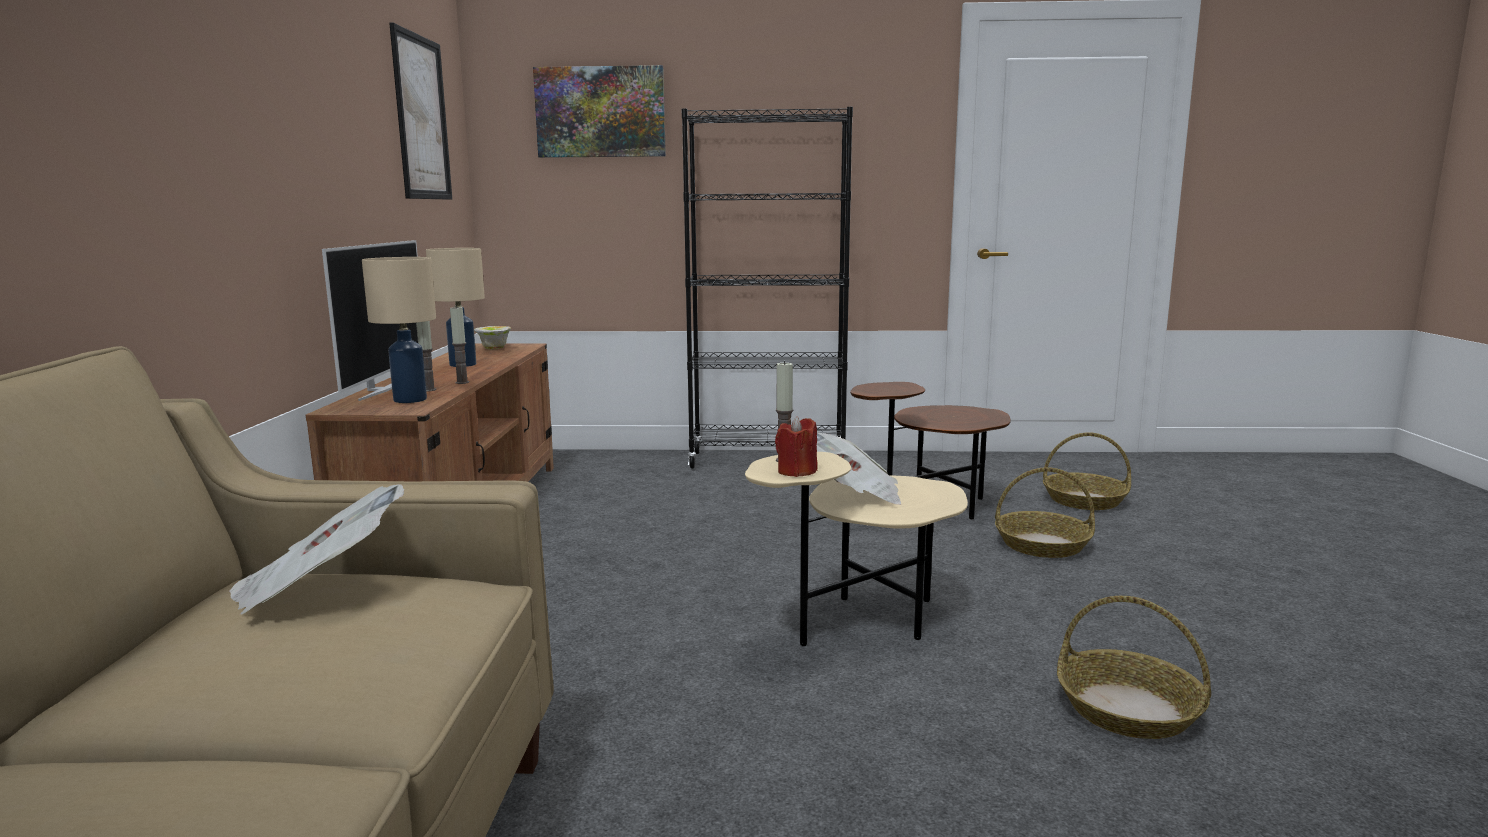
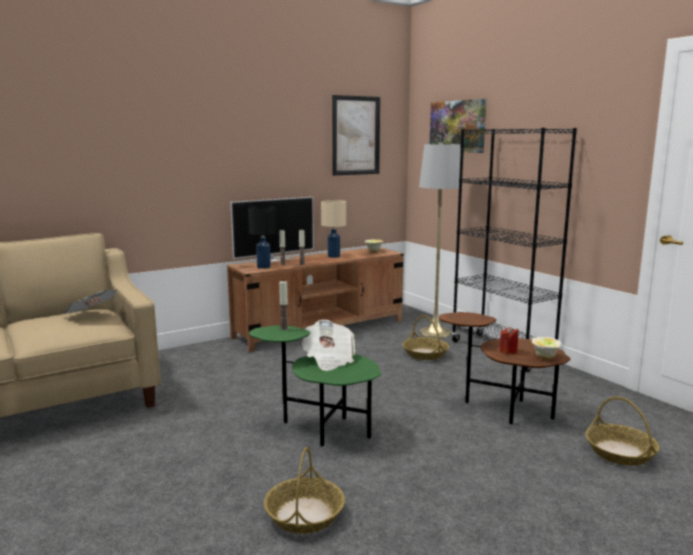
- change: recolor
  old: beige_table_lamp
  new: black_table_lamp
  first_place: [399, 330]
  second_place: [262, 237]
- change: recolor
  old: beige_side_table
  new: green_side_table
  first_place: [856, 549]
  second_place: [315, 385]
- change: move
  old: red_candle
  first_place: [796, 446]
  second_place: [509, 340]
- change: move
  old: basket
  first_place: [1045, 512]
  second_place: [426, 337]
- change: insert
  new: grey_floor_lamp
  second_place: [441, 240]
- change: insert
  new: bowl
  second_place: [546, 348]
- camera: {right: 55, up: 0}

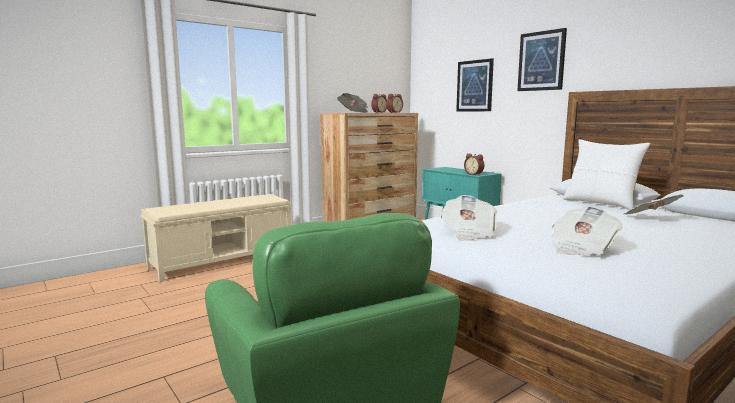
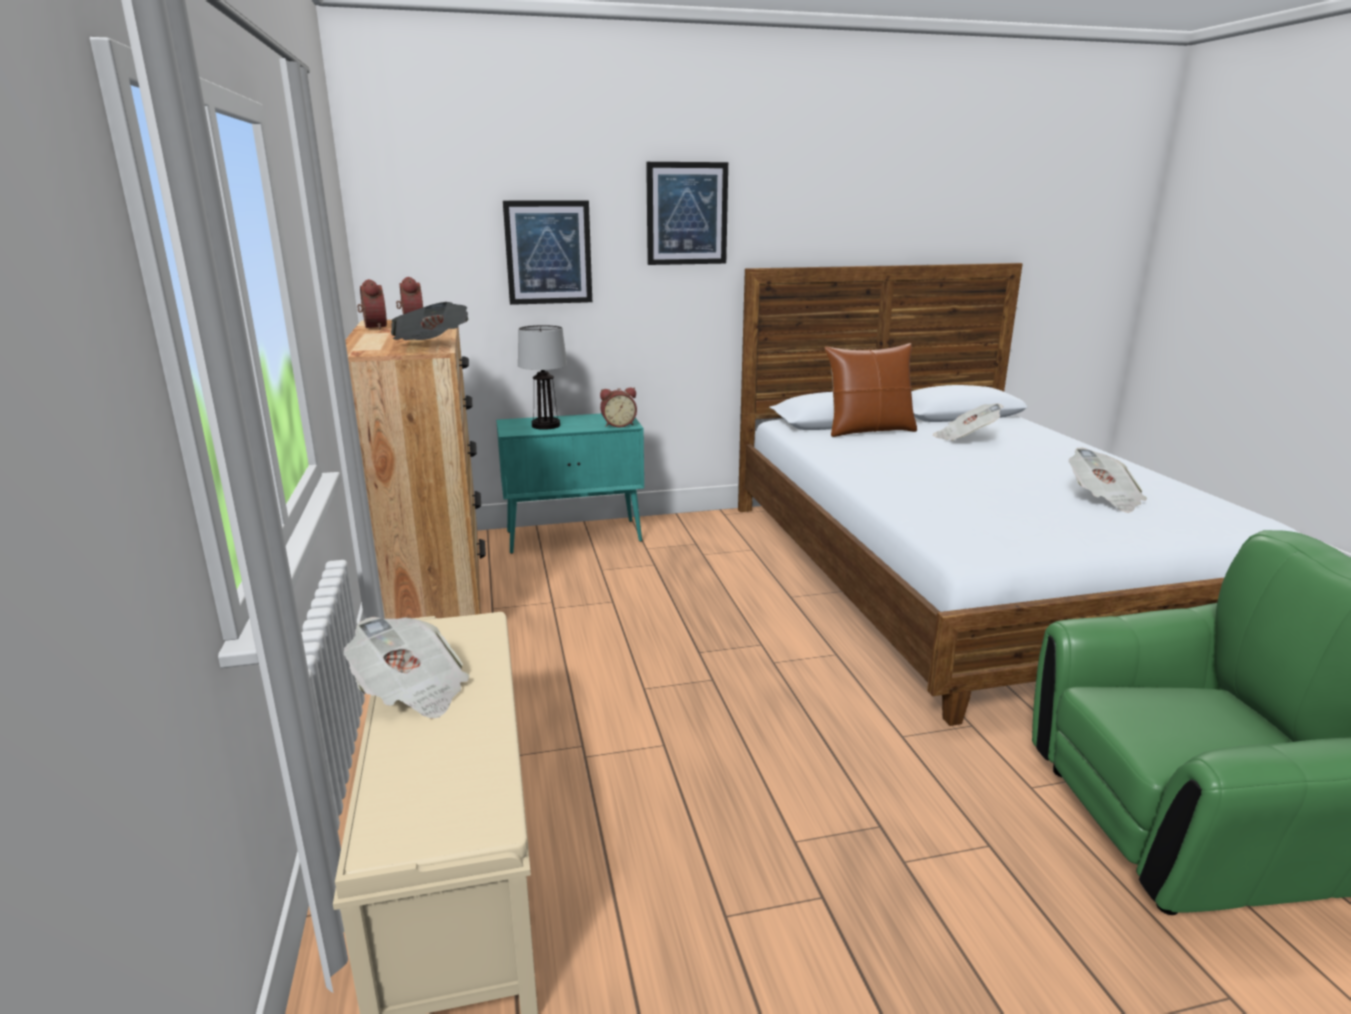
- change: move
  old: newspaper
  first_place: [468, 218]
  second_place: [407, 667]
- change: recolor
  old: white_pillow
  new: brown_pillow
  first_place: [606, 174]
  second_place: [871, 390]
- change: insert
  new: table_lamp
  second_place: [542, 377]
- camera: {right: -65, up: 10}

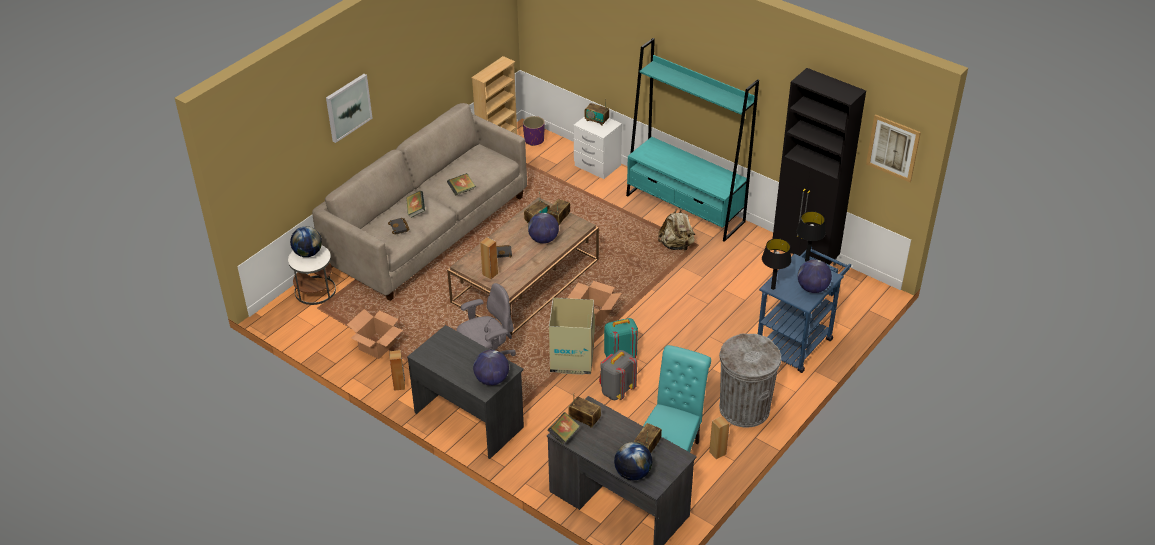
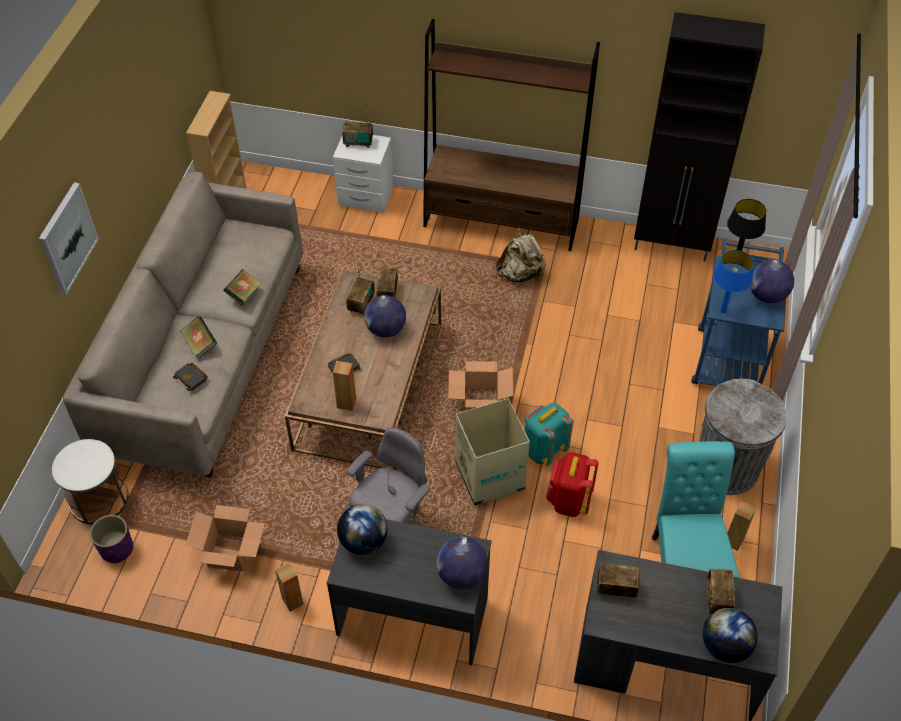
- change: move
  old: globe
  first_place: [306, 241]
  second_place: [362, 529]
- change: move
  old: purple_planter
  first_place: [534, 131]
  second_place: [111, 539]
- change: delete
  old: book
  first_place: [563, 428]
- change: recolor
  old: grey_backpack
  new: red_backpack
  first_place: [618, 375]
  second_place: [572, 484]
- change: recolor
  old: turquoise_bookcase
  new: brown_bookcase
  first_place: [692, 140]
  second_place: [511, 135]
- change: recolor
  old: black_table_lamp
  new: blue_table_lamp
  first_place: [777, 264]
  second_place: [733, 281]
- change: delete
  old: picture
  first_place: [893, 148]
- camera: {right: -25, up: 10}

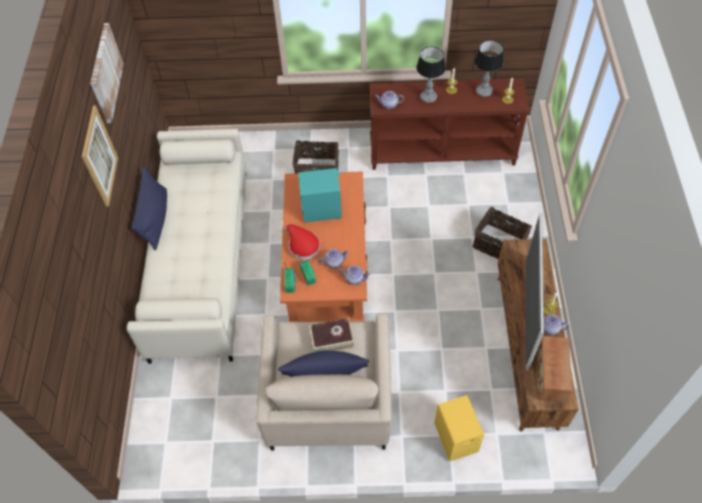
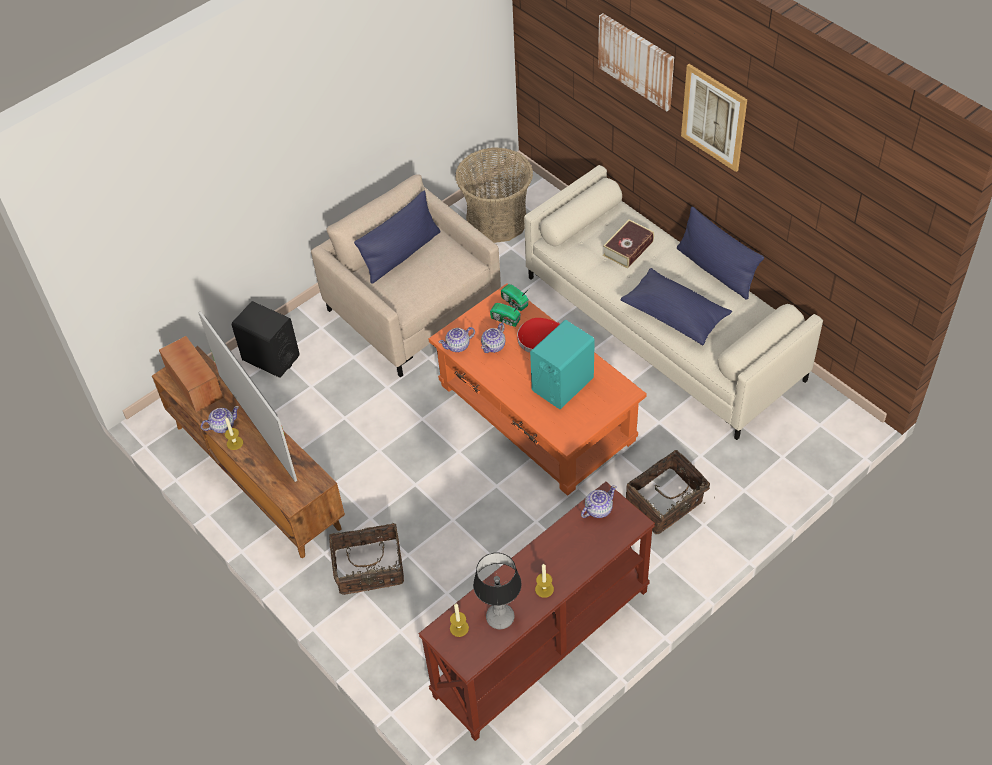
- change: move
  old: picture
  first_place: [107, 73]
  second_place: [636, 62]
- change: move
  old: book
  first_place: [331, 335]
  second_place: [628, 244]
- change: delete
  old: table_lamp
  first_place: [431, 74]
- change: recolor
  old: yellow_speaker
  new: black_speaker
  first_place: [459, 428]
  second_place: [266, 339]
- change: insert
  new: basket
  second_place: [494, 195]
- change: insert
  new: blue_pillow
  second_place: [676, 306]
- camera: {right: 140, up: -5}

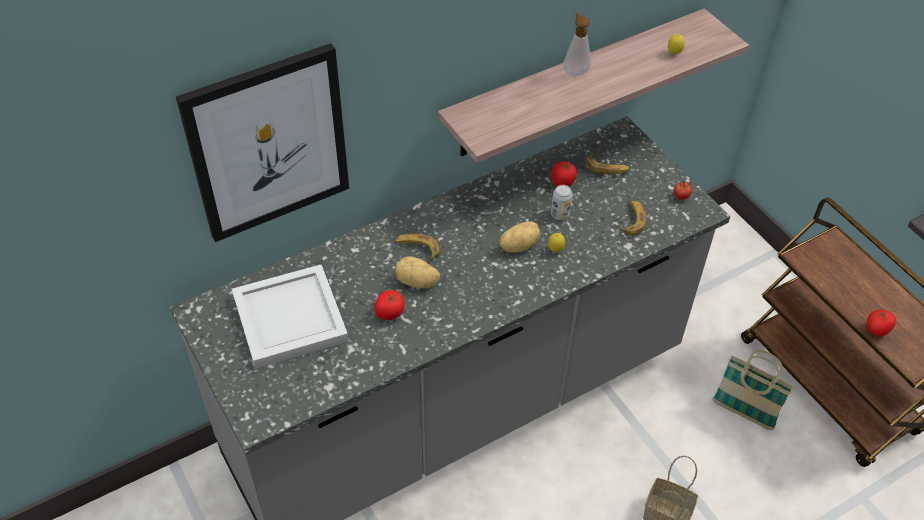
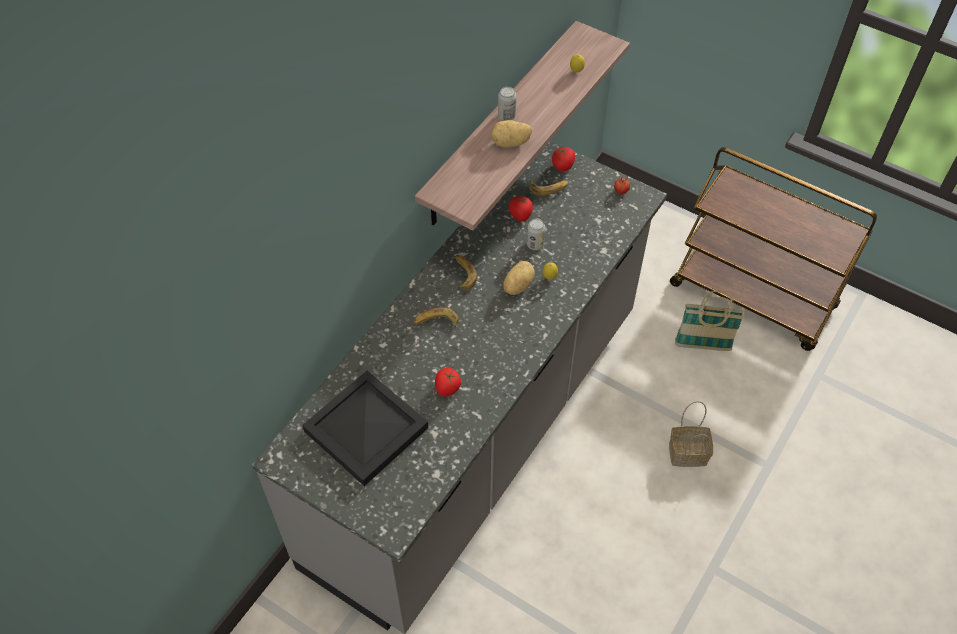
- change: delete
  old: picture
  first_place: [262, 142]
- change: recolor
  old: white_tray
  new: black_tray
  first_place: [290, 317]
  second_place: [365, 428]
- change: move
  old: potato
  first_place: [417, 272]
  second_place: [512, 133]
- change: replace
  old: soap_dispenser
  new: can
  first_place: [577, 44]
  second_place: [507, 104]
- change: move
  old: banana
  first_place: [632, 218]
  second_place: [466, 272]
- change: move
  old: tomato
  first_place: [881, 323]
  second_place: [563, 159]
- camera: {right: -25, up: 5}

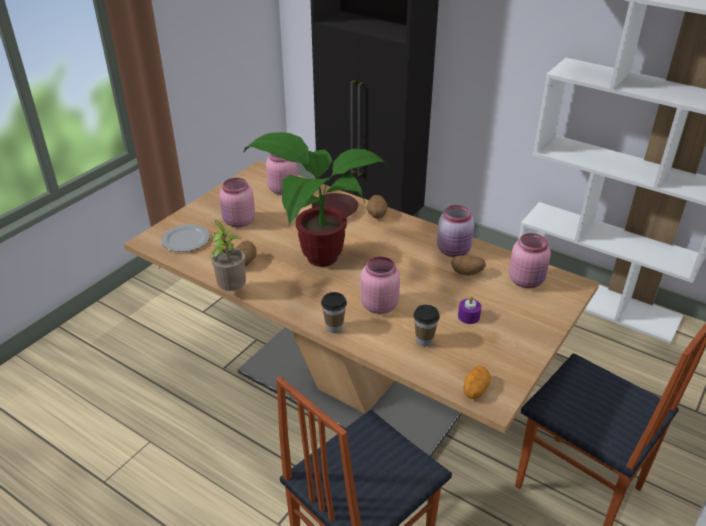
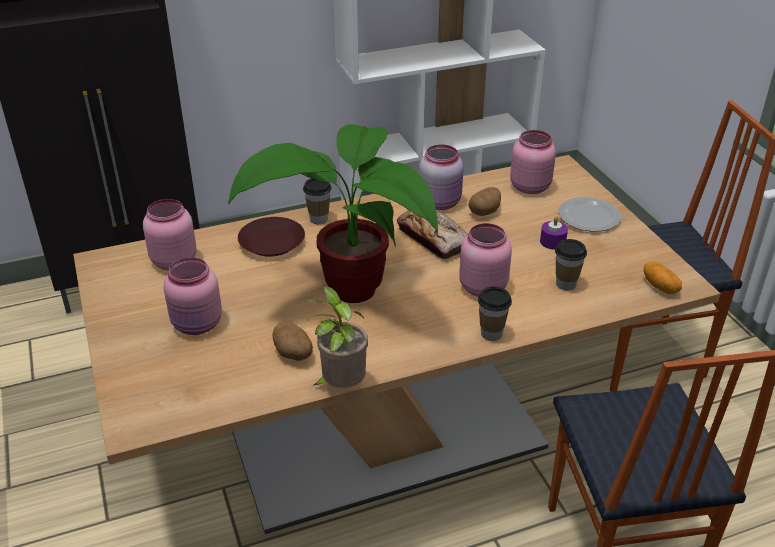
- change: move
  old: plate
  first_place: [185, 238]
  second_place: [589, 214]
- change: replace
  old: potato
  new: cup
  first_place: [377, 207]
  second_place: [317, 201]
- change: insert
  new: bread
  second_place: [432, 234]
- camera: {right: -55, up: 0}

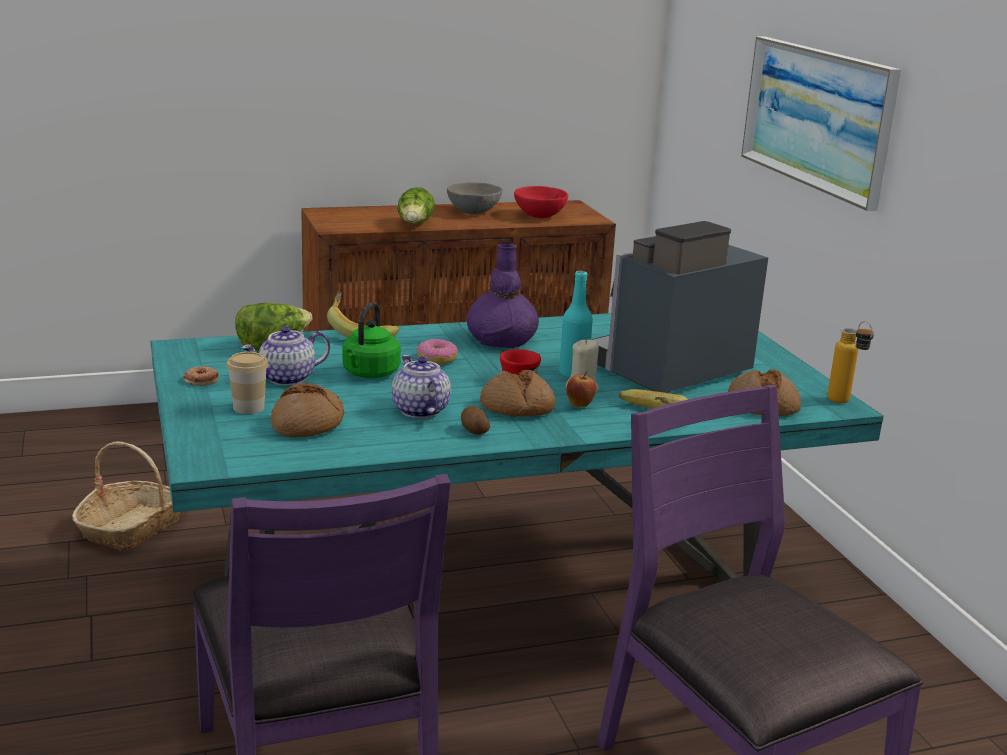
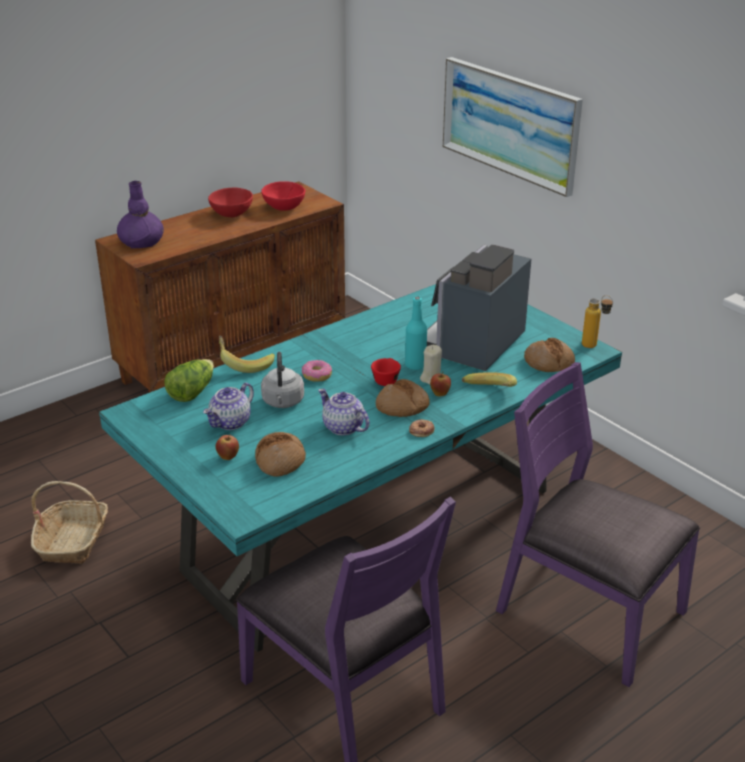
- change: move
  old: donut
  first_place: [201, 376]
  second_place: [421, 428]
- change: replace
  old: cup
  new: apple
  first_place: [247, 383]
  second_place: [227, 447]
- change: recolor
  old: green_kettle
  new: grey_kettle
  first_place: [372, 340]
  second_place: [282, 380]
- change: delete
  old: lettuce
  first_place: [416, 205]
- change: recolor
  old: grey_bowl
  new: red_bowl
  first_place: [474, 198]
  second_place: [230, 202]
- change: delete
  old: potato
  first_place: [475, 420]
- change: move
  old: purple_vase
  first_place: [503, 295]
  second_place: [140, 214]
- camera: {right: -20, up: 10}

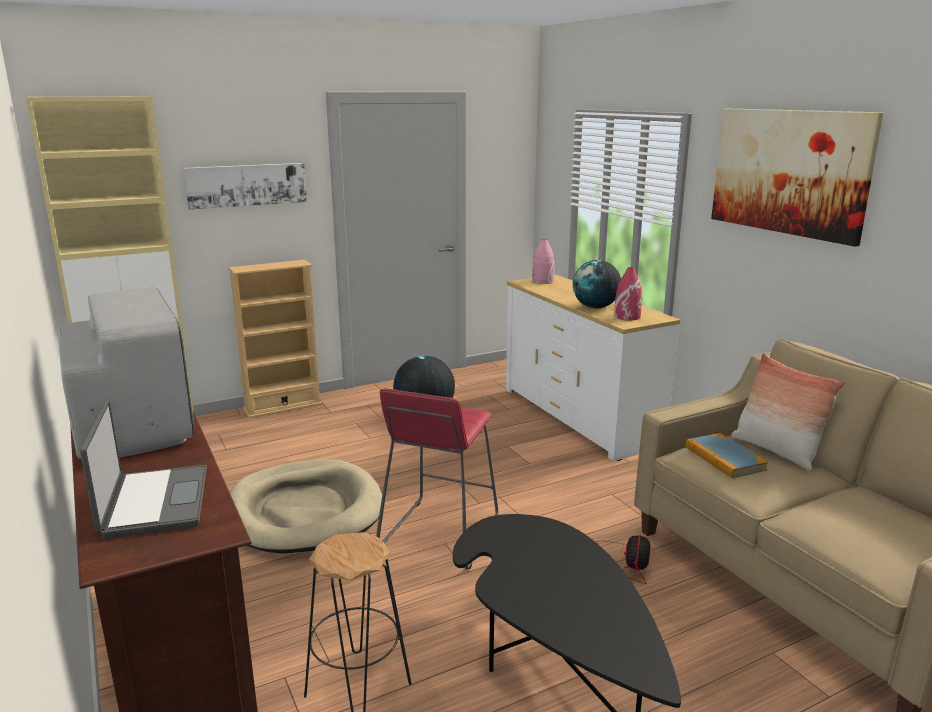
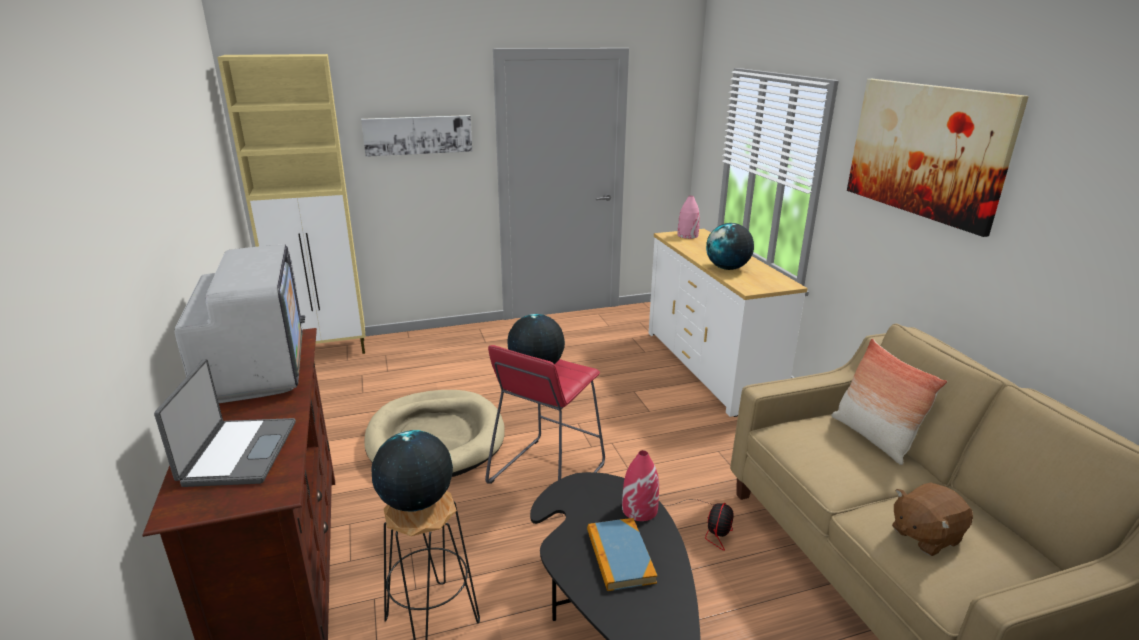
- change: delete
  old: beige_bookcase
  first_place: [275, 339]
- change: move
  old: red_vase
  first_place: [628, 293]
  second_place: [640, 485]
- change: move
  old: book
  first_place: [727, 455]
  second_place: [622, 554]
- change: insert
  new: globe
  second_place: [412, 470]
- change: insert
  new: brown_plush_toy
  second_place: [932, 519]
- camera: {right: 10, up: 5}

